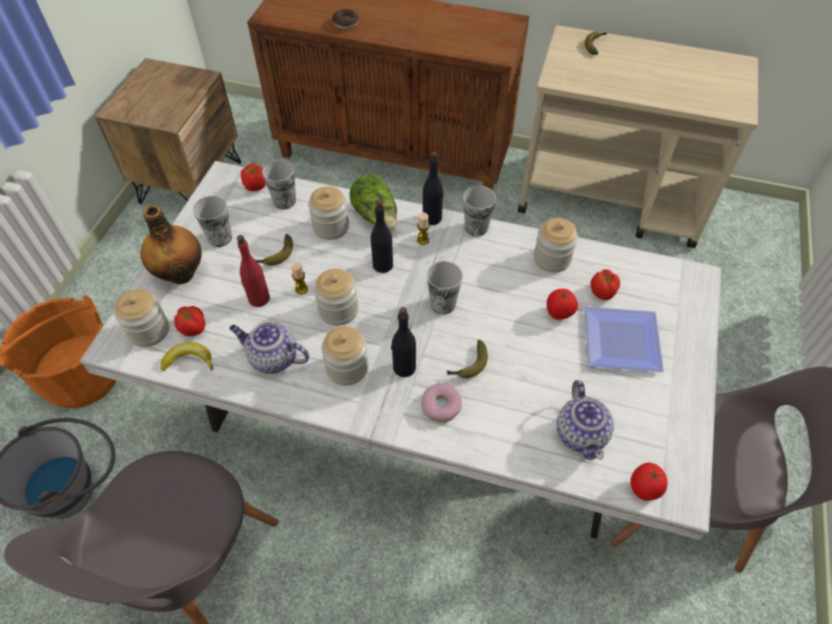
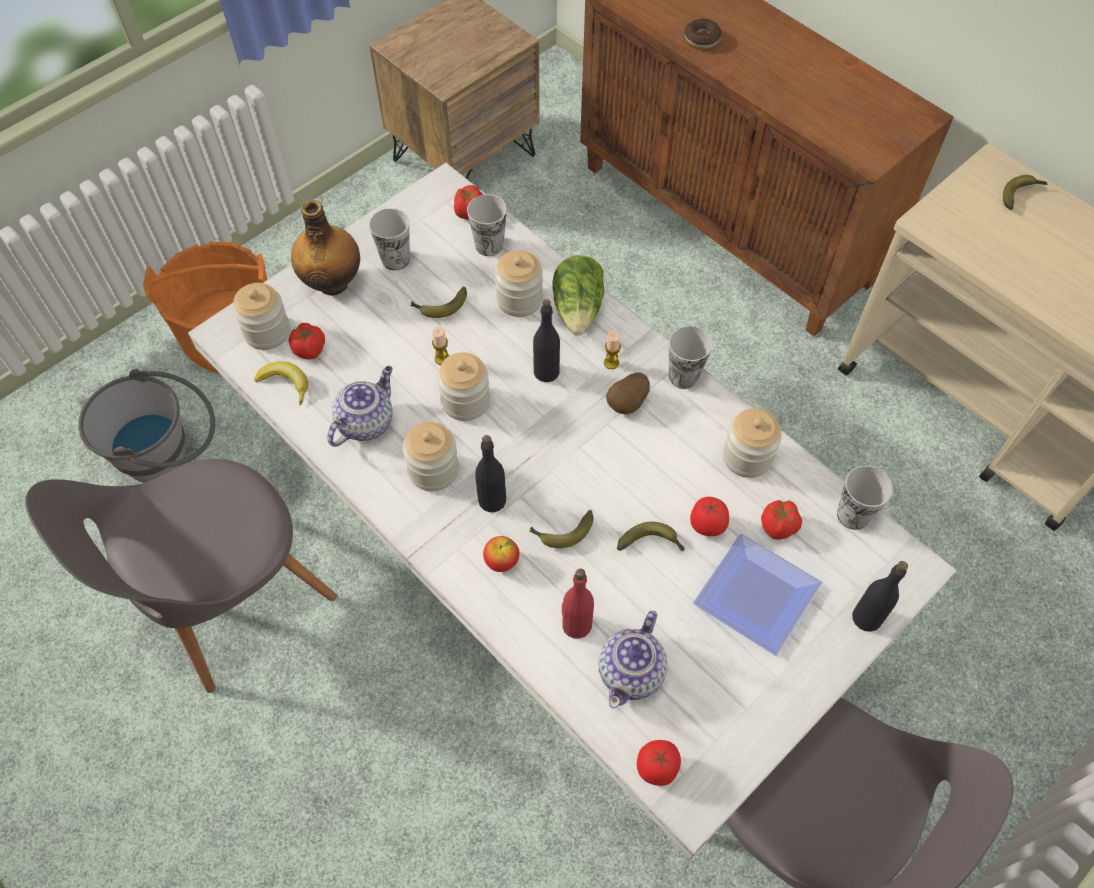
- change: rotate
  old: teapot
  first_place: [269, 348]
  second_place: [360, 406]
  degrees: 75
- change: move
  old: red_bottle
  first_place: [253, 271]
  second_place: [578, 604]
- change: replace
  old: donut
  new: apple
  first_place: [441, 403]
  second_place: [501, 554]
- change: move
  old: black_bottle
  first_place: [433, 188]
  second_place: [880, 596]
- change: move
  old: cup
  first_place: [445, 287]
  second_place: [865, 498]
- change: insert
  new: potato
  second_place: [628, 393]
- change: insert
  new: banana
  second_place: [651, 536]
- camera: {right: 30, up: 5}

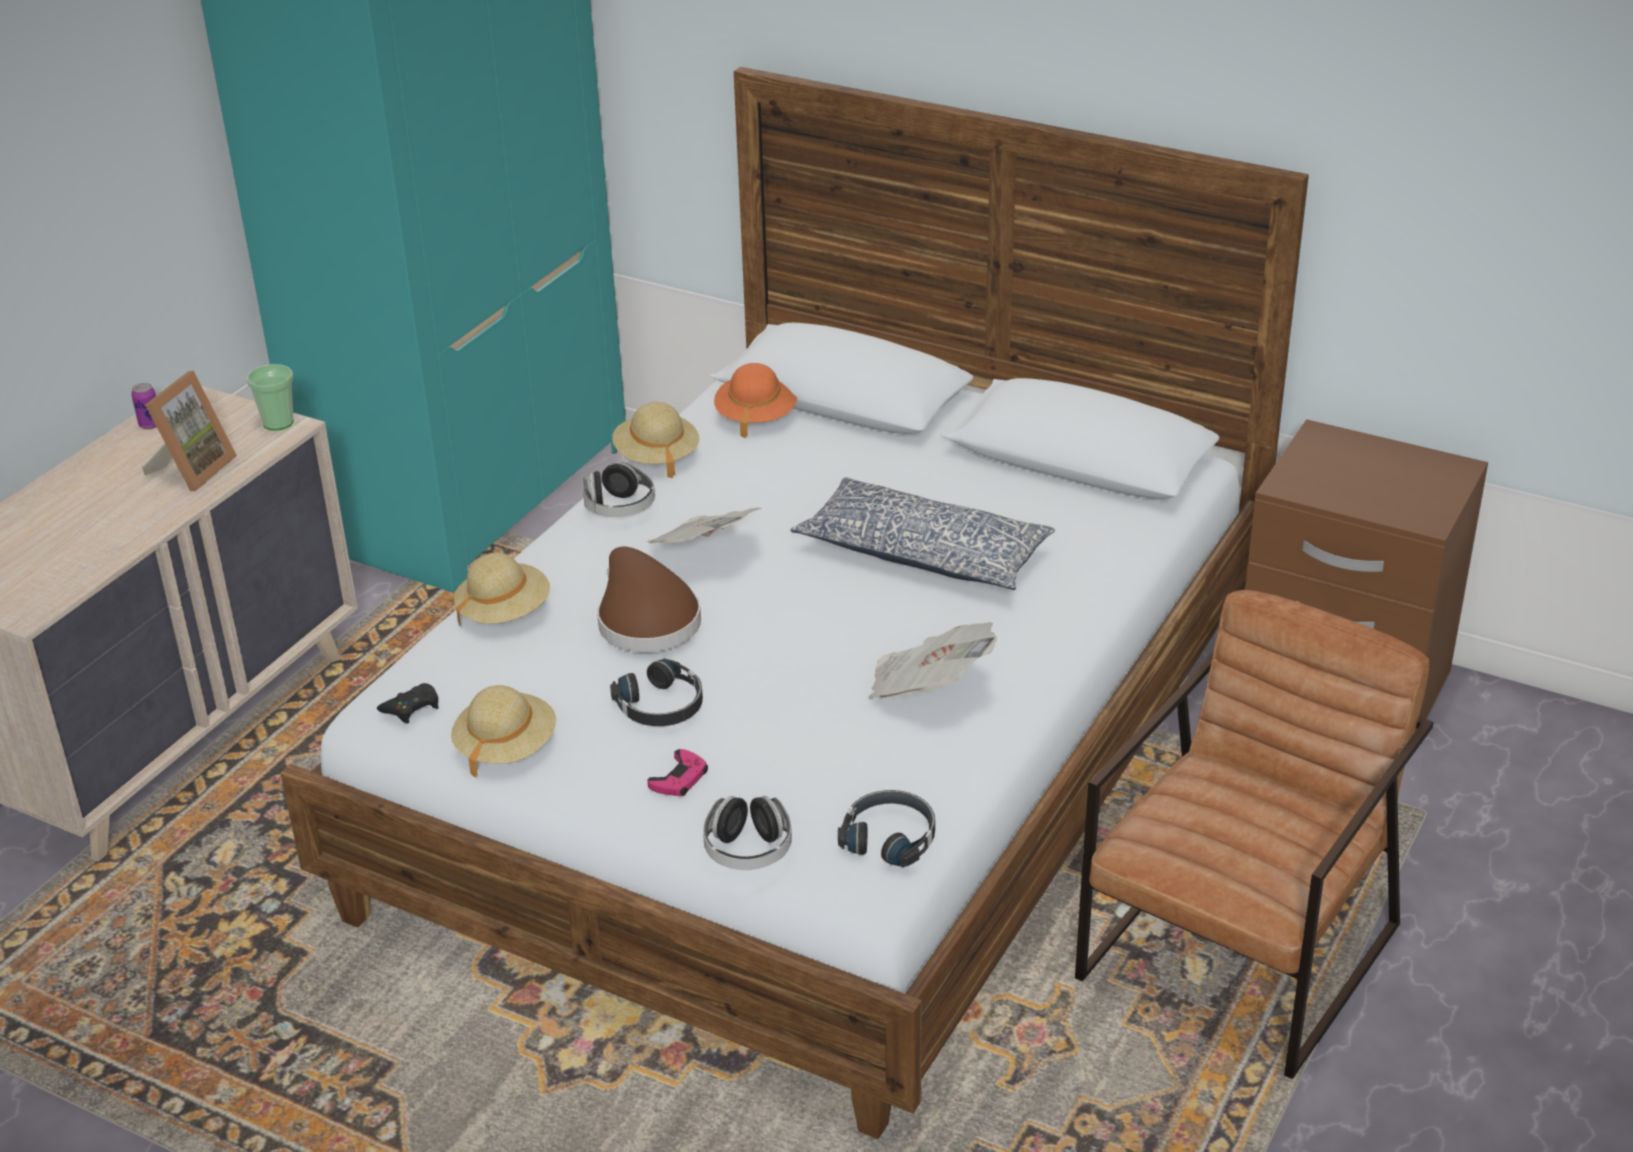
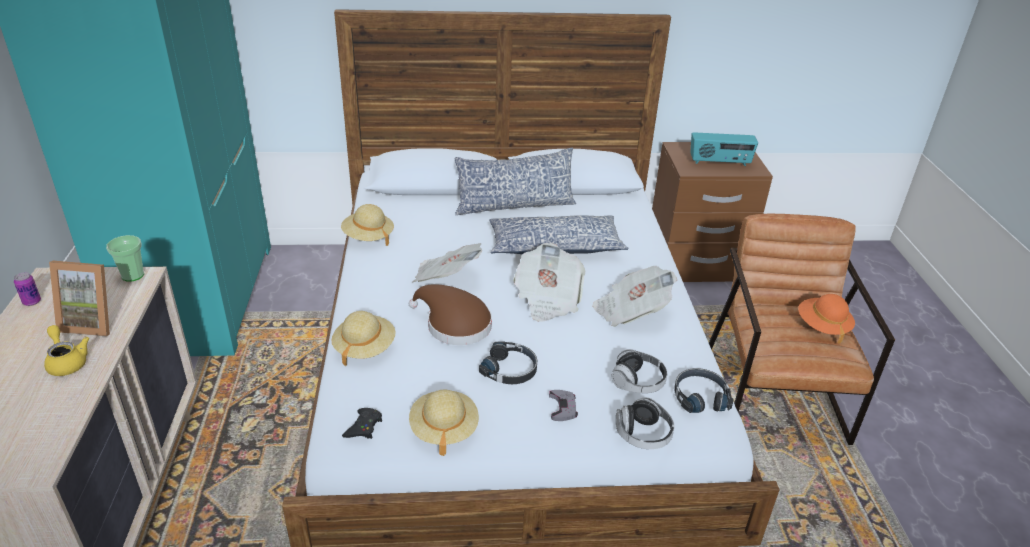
- change: rotate
  old: picture_frame
  first_place: [189, 431]
  second_place: [79, 299]
  degrees: 105
- change: move
  old: headphones
  first_place: [618, 489]
  second_place: [639, 371]
- change: recolor
  old: pink_game_controller
  new: grey_game_controller
  first_place: [677, 772]
  second_place: [563, 405]
- change: move
  old: orange_hat
  first_place: [755, 400]
  second_place: [826, 319]
- change: insert
  new: yellow_teapot
  second_place: [66, 350]
- change: insert
  new: pillow
  second_place: [515, 181]
- change: insert
  new: newspaper
  second_place: [549, 282]
- change: insert
  new: radio
  second_place: [724, 149]
- camera: {right: -35, up: 0}

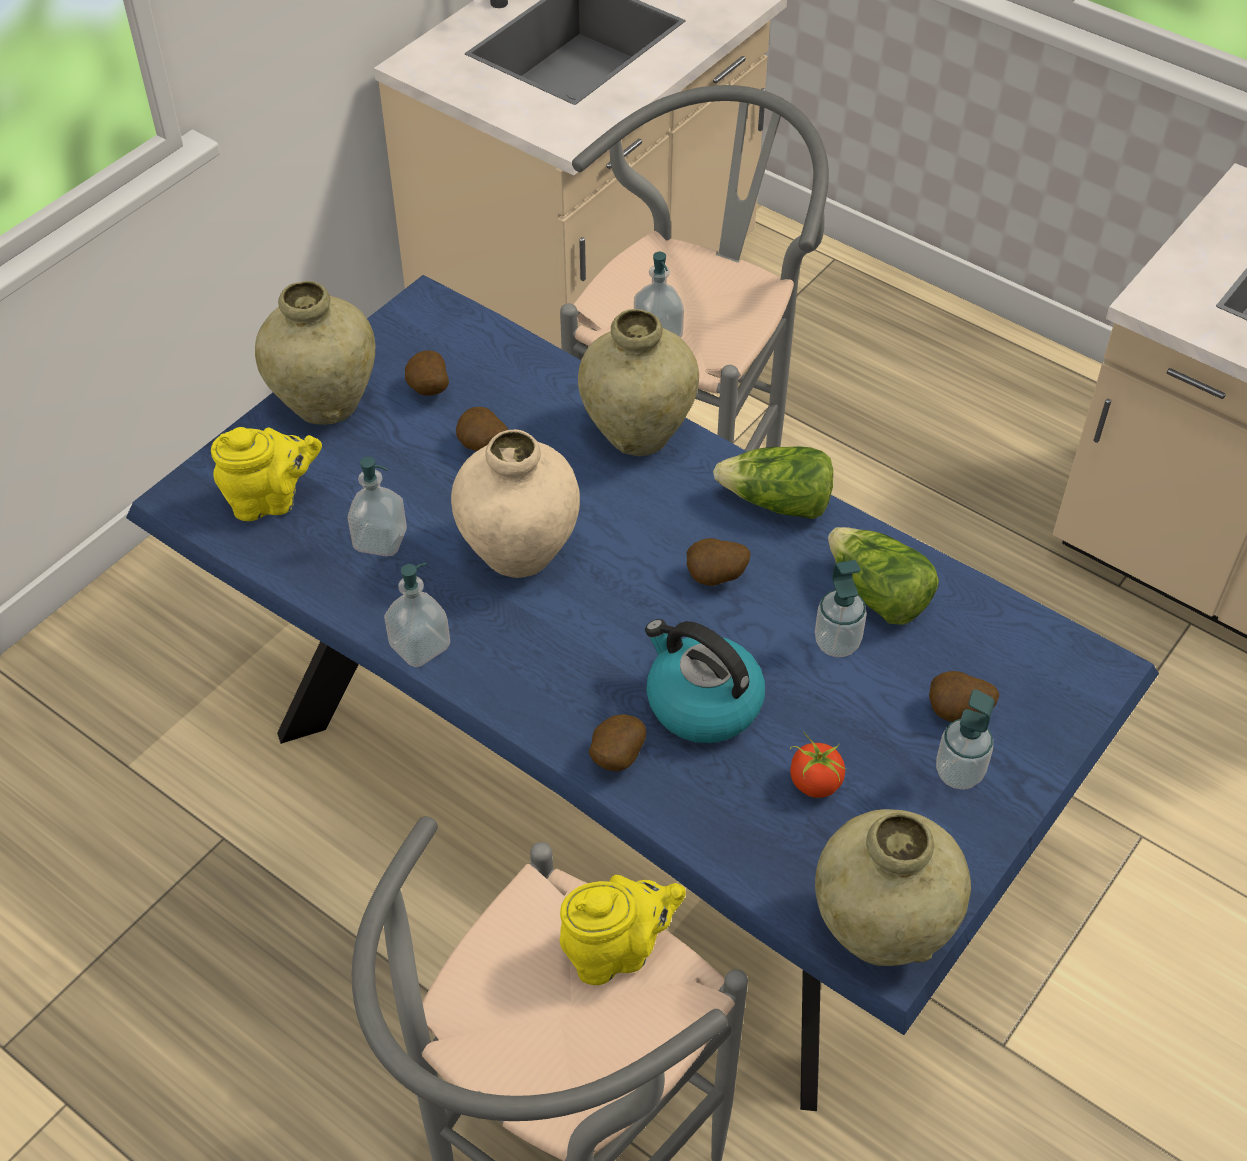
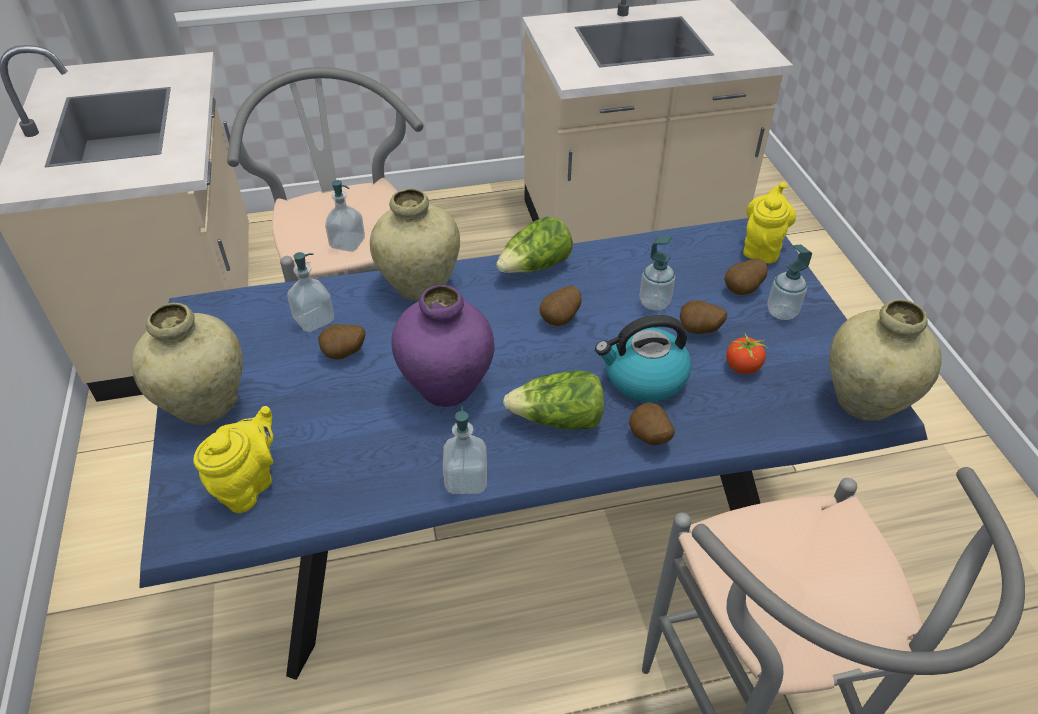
- change: move
  old: soap_dispenser
  first_place: [377, 506]
  second_place: [310, 292]
- change: move
  old: potato
  first_place: [427, 373]
  second_place: [703, 317]
- change: recolor
  old: beige_vase
  new: purple_vase
  first_place: [515, 503]
  second_place: [443, 346]
- change: move
  old: yellow_teapot
  first_place: [623, 930]
  second_place: [769, 223]
- change: move
  old: lettuce
  first_place: [883, 576]
  second_place: [553, 399]
- camera: {right: -50, up: -5}

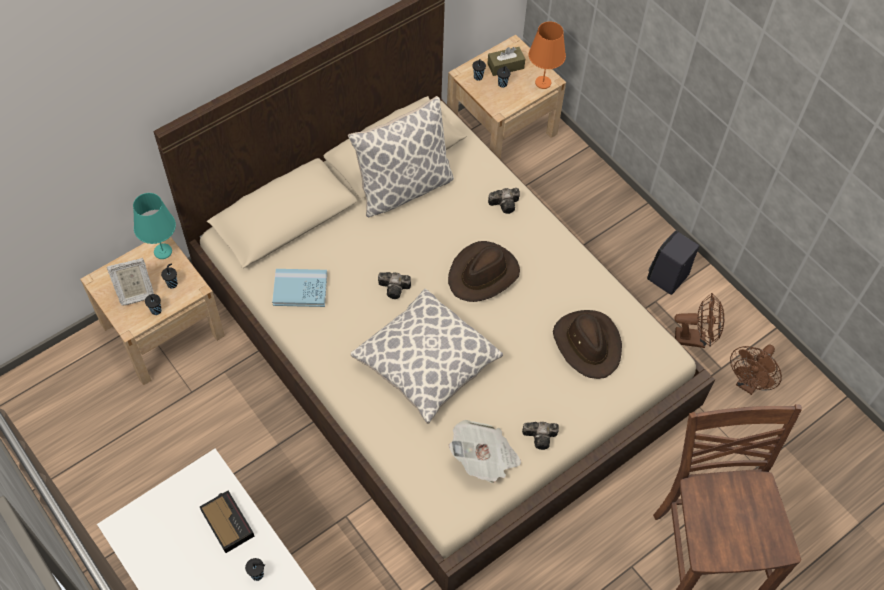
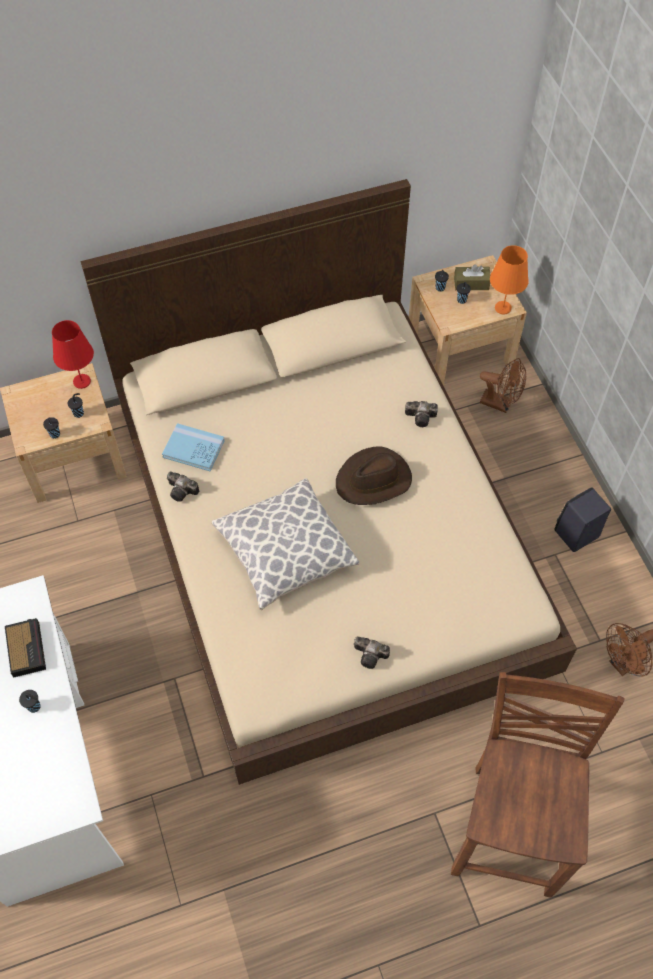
- change: delete
  old: picture_frame
  first_place: [130, 282]
- change: recolor
  old: turquoise_table_lamp
  new: red_table_lamp
  first_place: [154, 226]
  second_place: [73, 354]
- change: delete
  old: pillow
  first_place: [401, 156]
- change: move
  old: photo_camera
  first_place: [394, 285]
  second_place: [183, 486]
- change: delete
  old: newspaper
  first_place: [485, 451]
- change: delete
  old: brown_hat
  first_place: [587, 344]
- change: move
  old: brown_fan
  first_place: [699, 320]
  second_place: [503, 385]
- camera: {right: 20, up: 0}

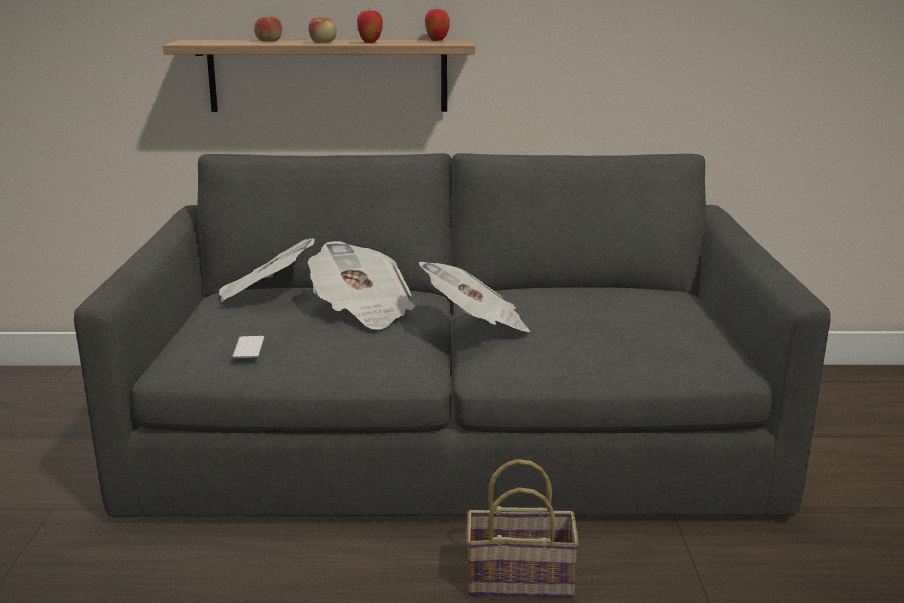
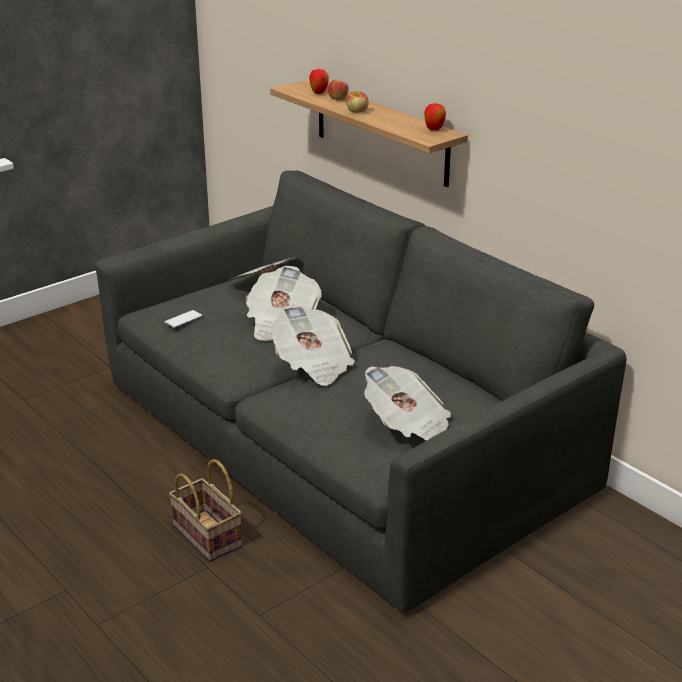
- change: move
  old: apple
  first_place: [370, 25]
  second_place: [319, 81]
- change: insert
  new: newspaper
  second_place: [407, 403]
- camera: {right: 50, up: 10}

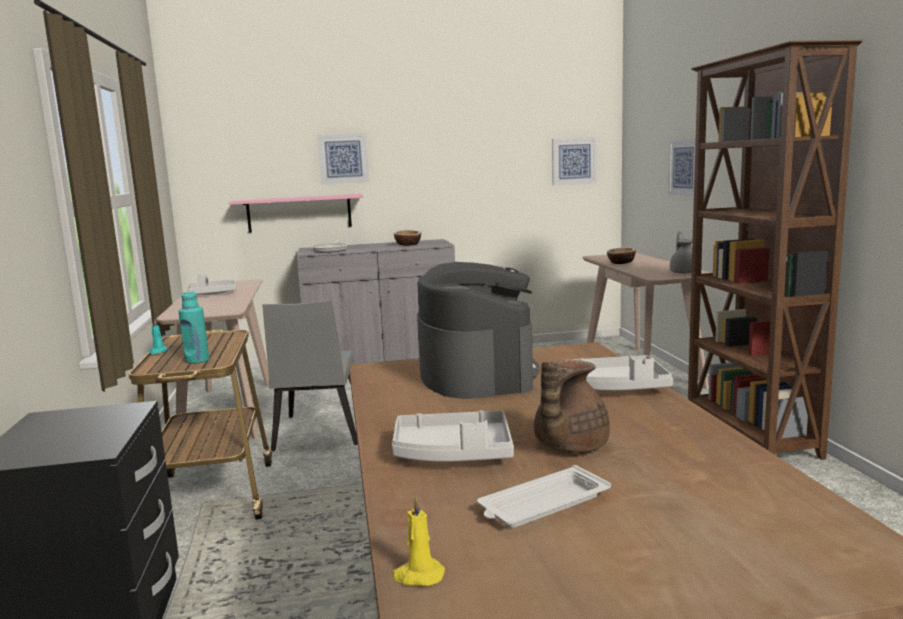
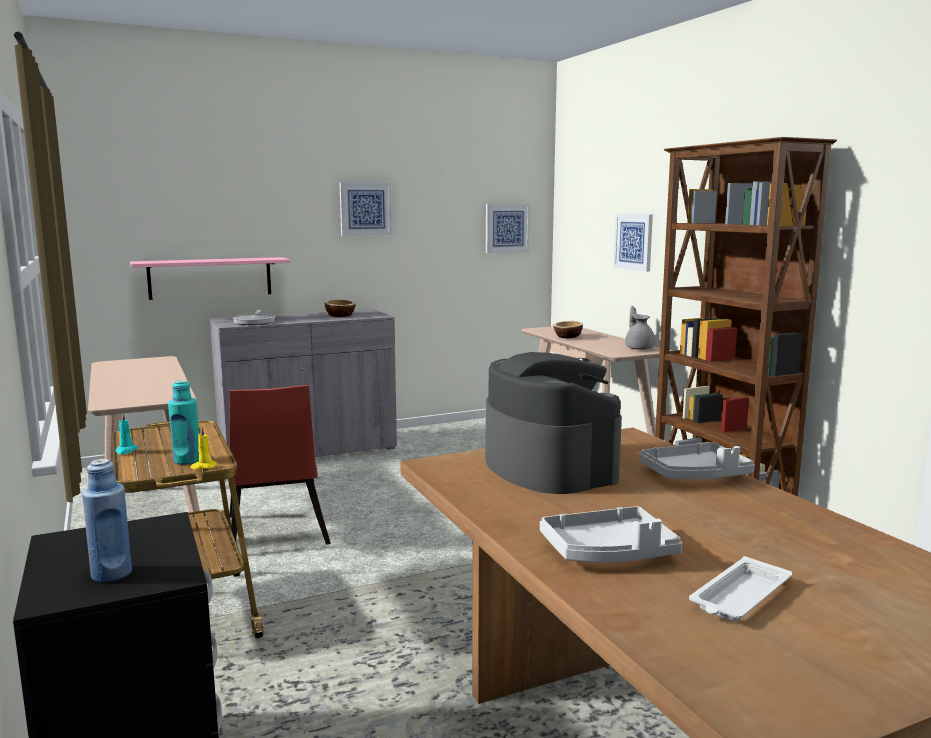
- change: delete
  old: grey_tray
  first_place: [211, 284]
- change: recolor
  old: grey_chair
  new: red_chair
  first_place: [310, 376]
  second_place: [279, 465]
- change: move
  old: picture
  first_place: [343, 158]
  second_place: [365, 209]
- change: move
  old: yellow_candle
  first_place: [418, 541]
  second_place: [203, 448]
- change: delete
  old: brown_teapot
  first_place: [572, 406]
- change: insert
  new: blue_bottle
  second_place: [107, 520]
- camera: {right: -15, up: 0}

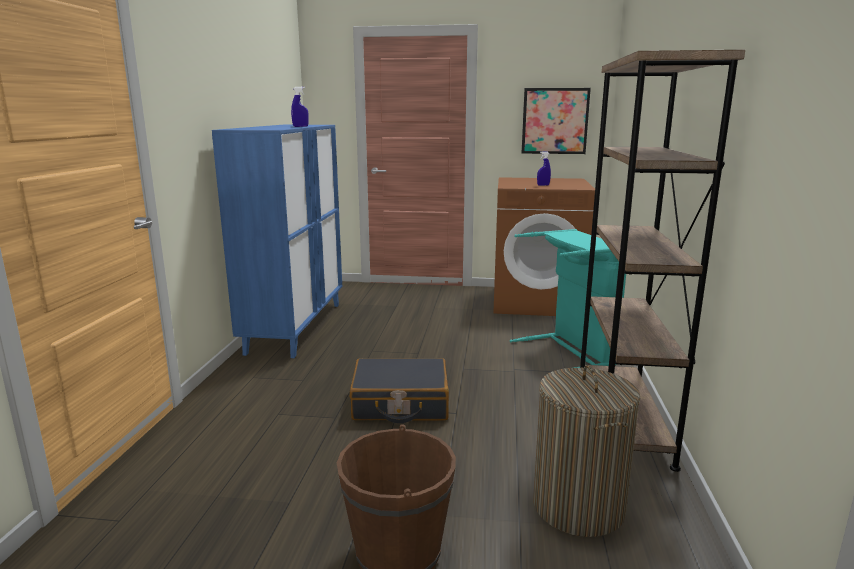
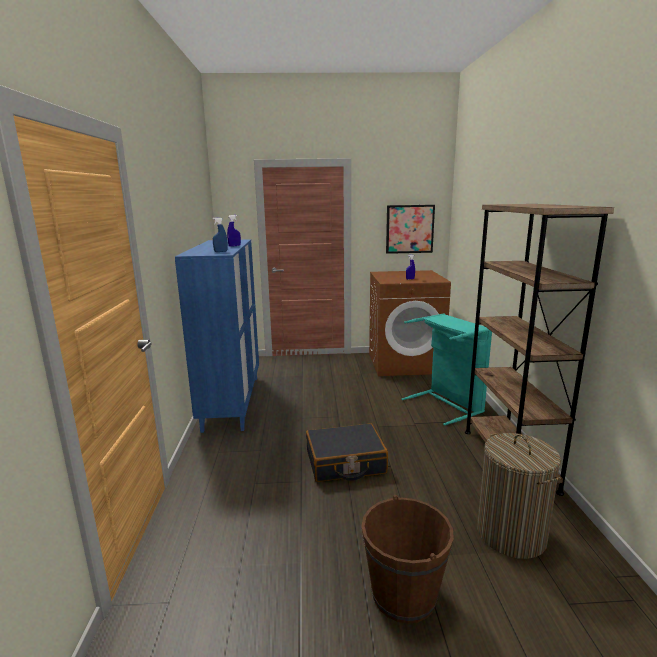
- change: insert
  new: blue_spray_bottle
  second_place: [220, 234]
- camera: {right: -10, up: 0}

